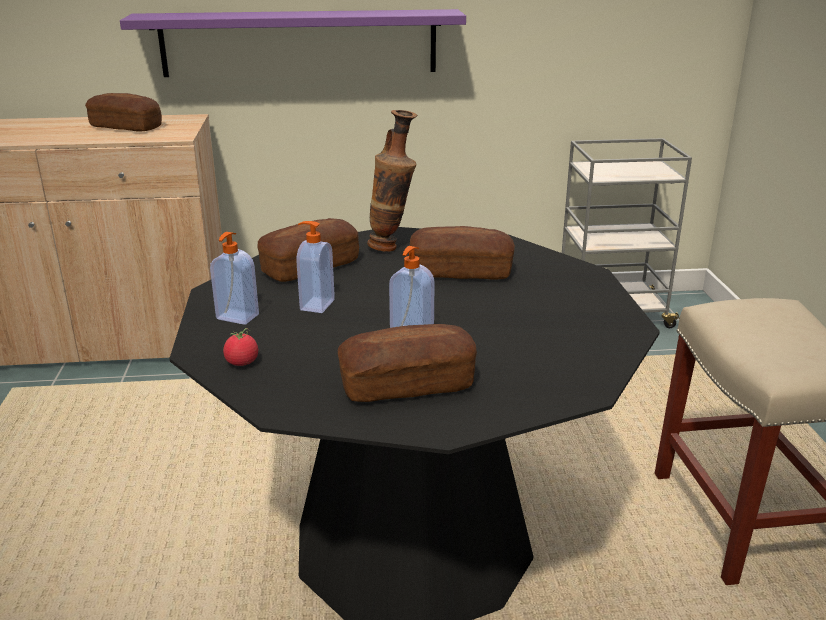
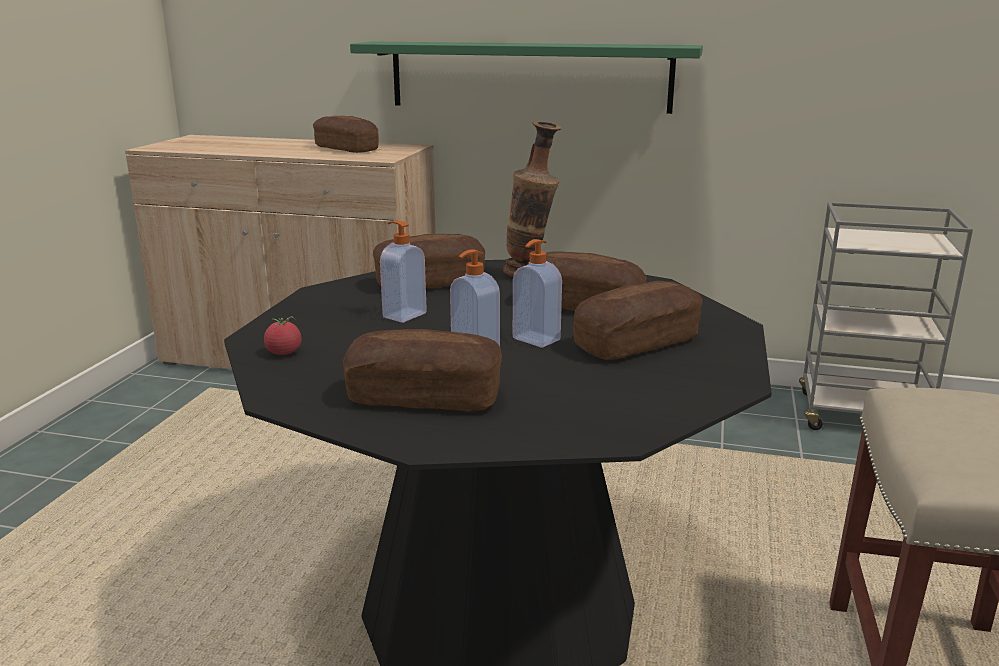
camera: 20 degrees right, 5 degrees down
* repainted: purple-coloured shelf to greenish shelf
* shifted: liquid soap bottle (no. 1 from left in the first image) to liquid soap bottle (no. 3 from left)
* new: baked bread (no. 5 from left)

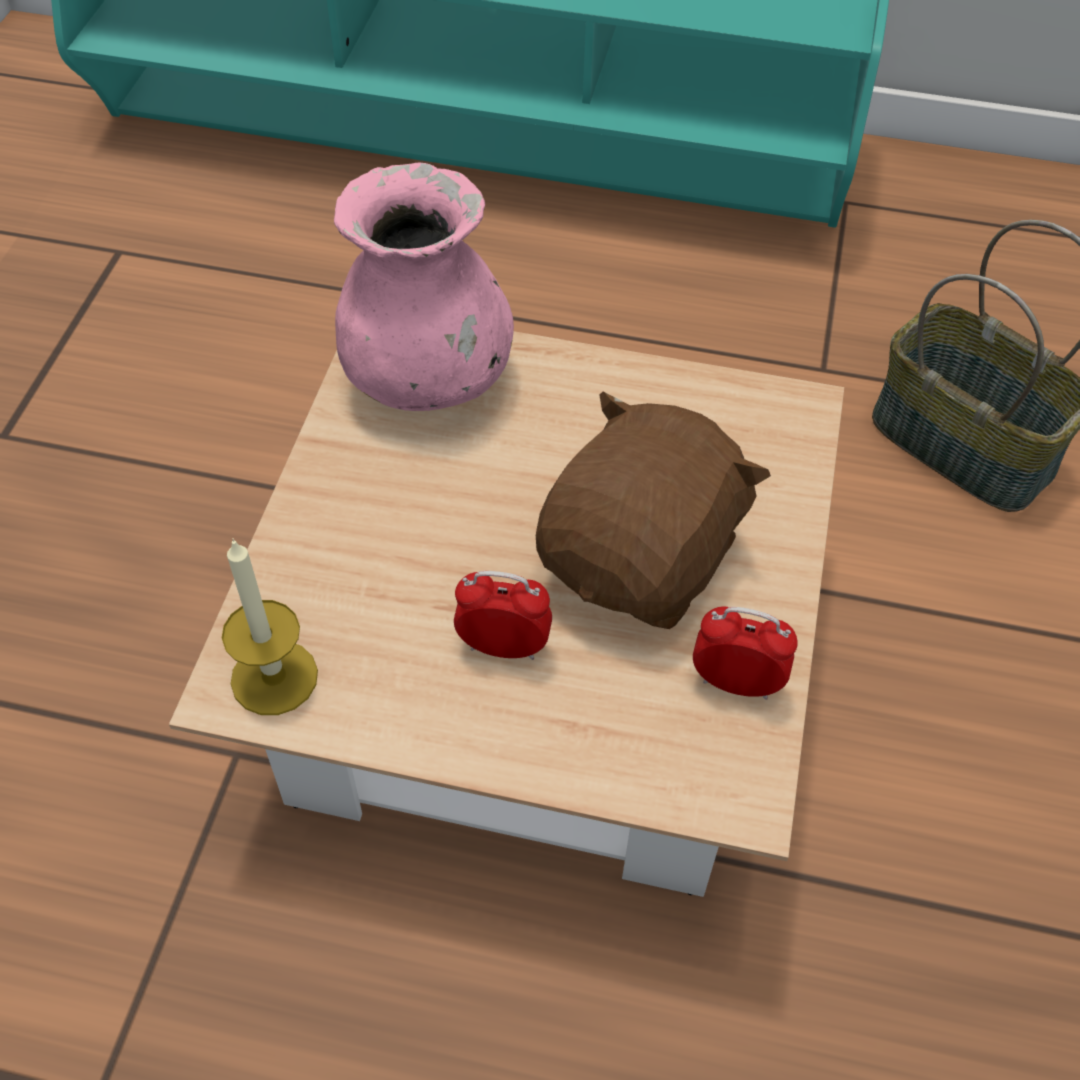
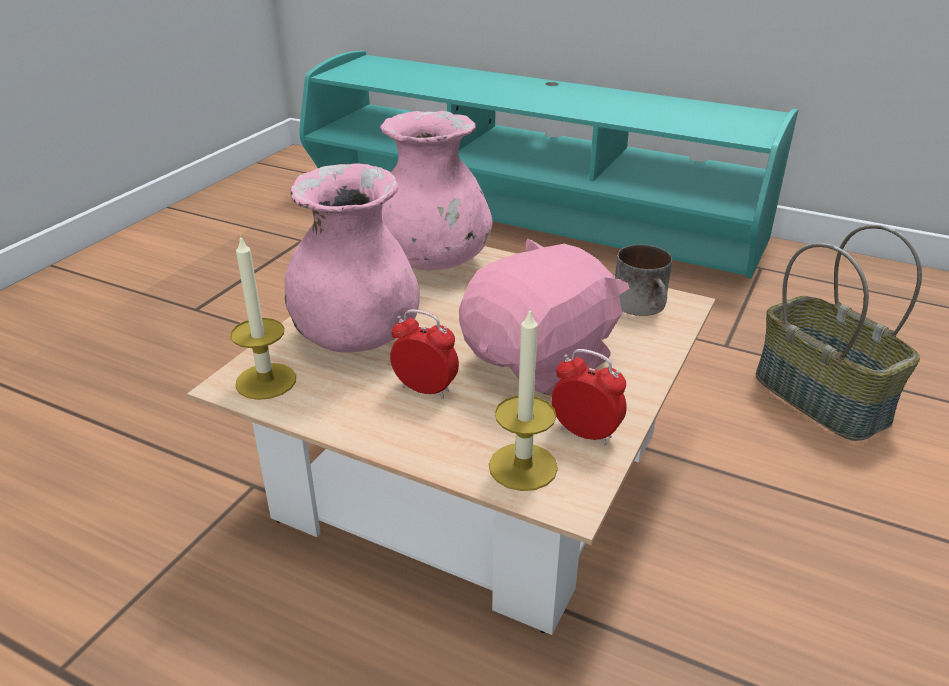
camera: 15 degrees right, 20 degrees down
* repainted: brown plush toy to pinkish plush toy
* new: pinkish flower vase (no. 1 from left)
* new: candle (no. 2 from left)
* new: coffee mug

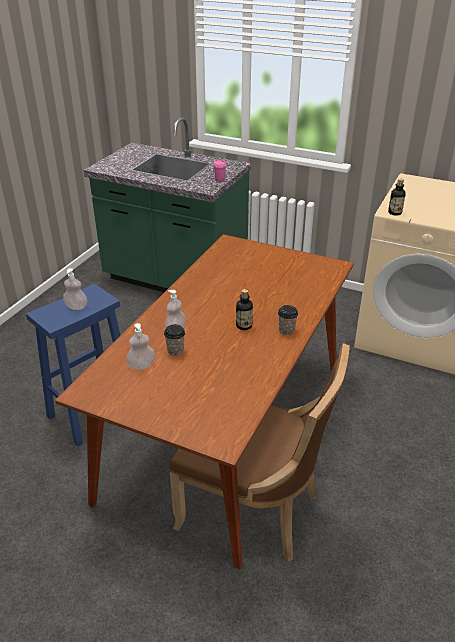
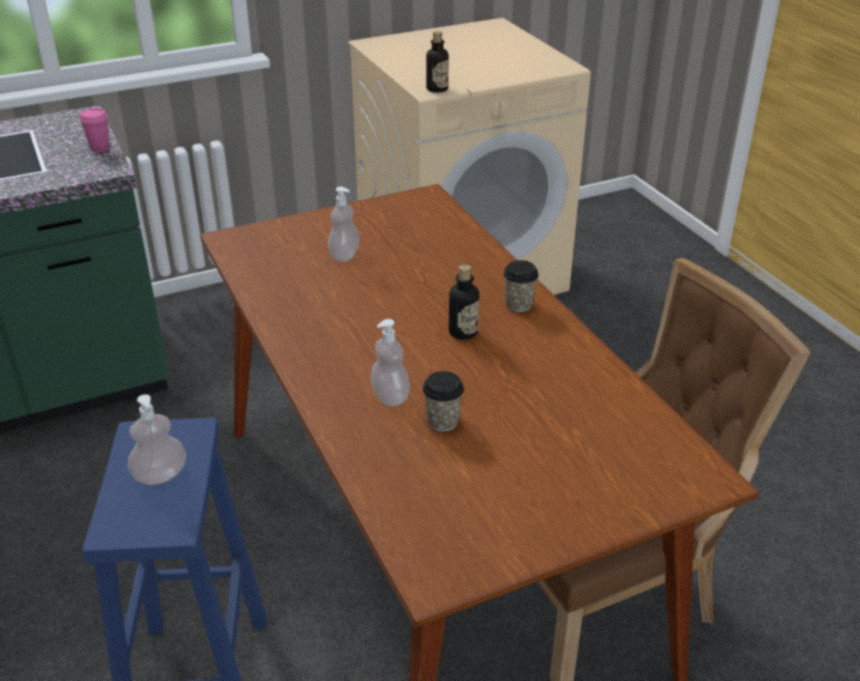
camera: 50 degrees left, 0 degrees up
* shifted: liquid soap bottle (no. 2 from left)

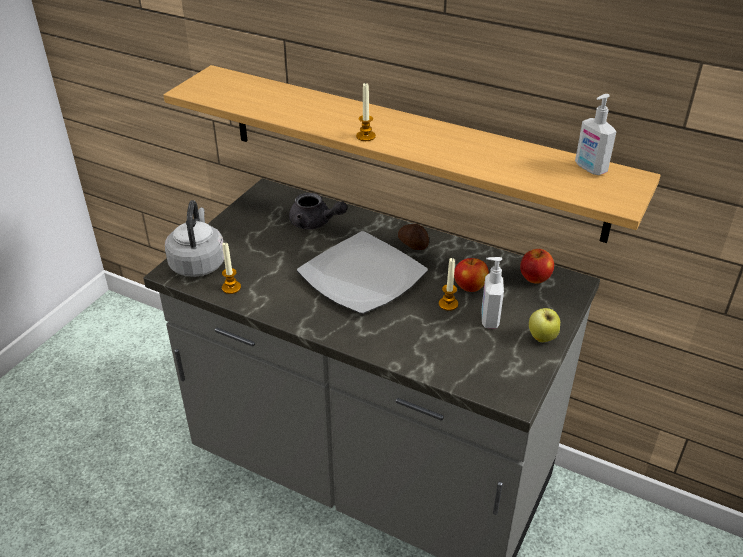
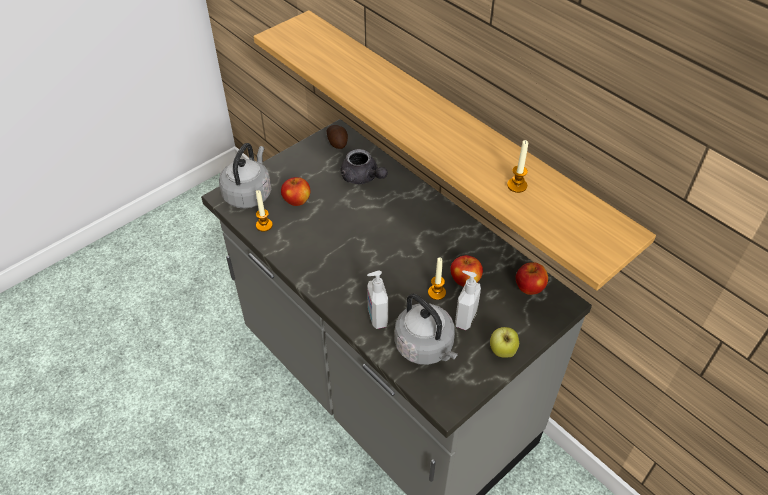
camera: 20 degrees right, 10 degrees up
* gone: dinner plate
* shifted: candle (no. 2 from left in the first image) to candle (no. 3 from left)
* shifted: spud
* shifted: liquid soap bottle (no. 2 from left in the first image) to liquid soap bottle (no. 1 from left)
* new: apple fruit (no. 1 from left)
* new: gray water kettle (no. 2 from left)

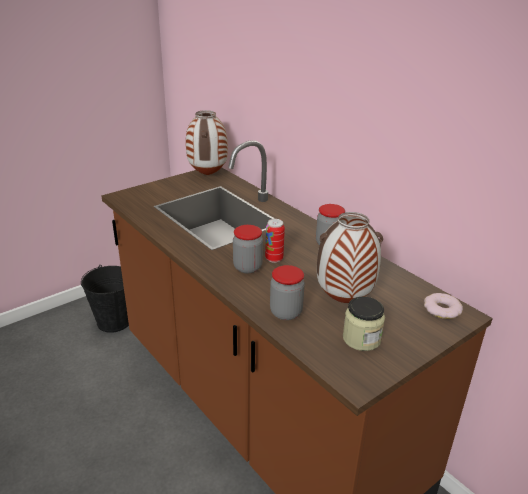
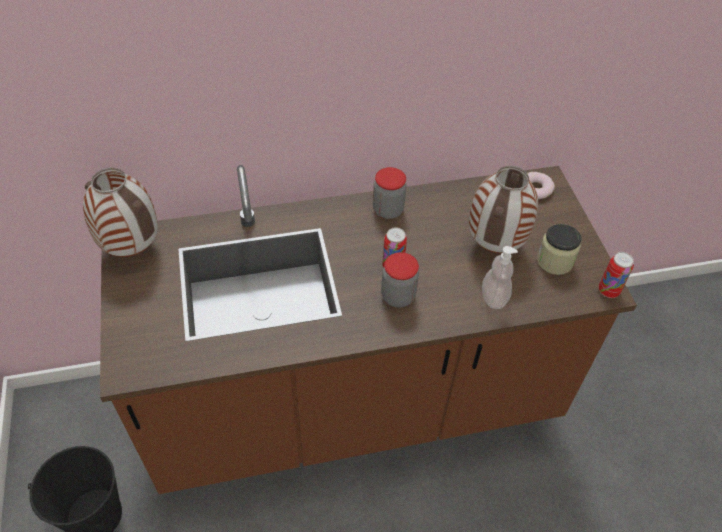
camera: 65 degrees left, 20 degrees up
* swapped: preserve jar (no. 2 from left) to liquid soap bottle
* new: can (no. 2 from left)

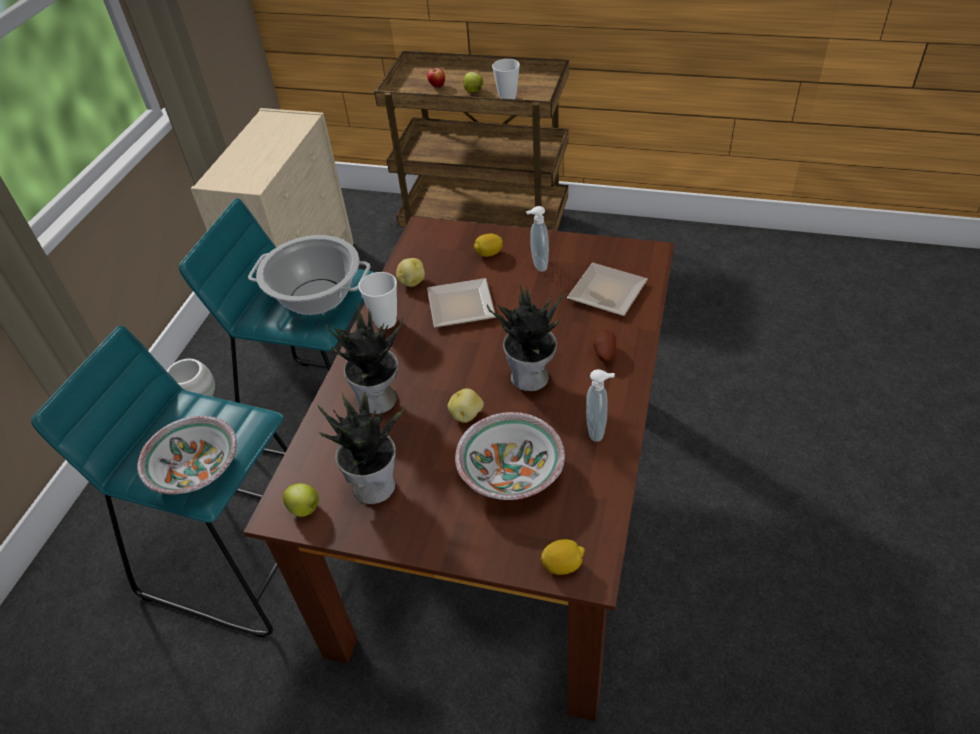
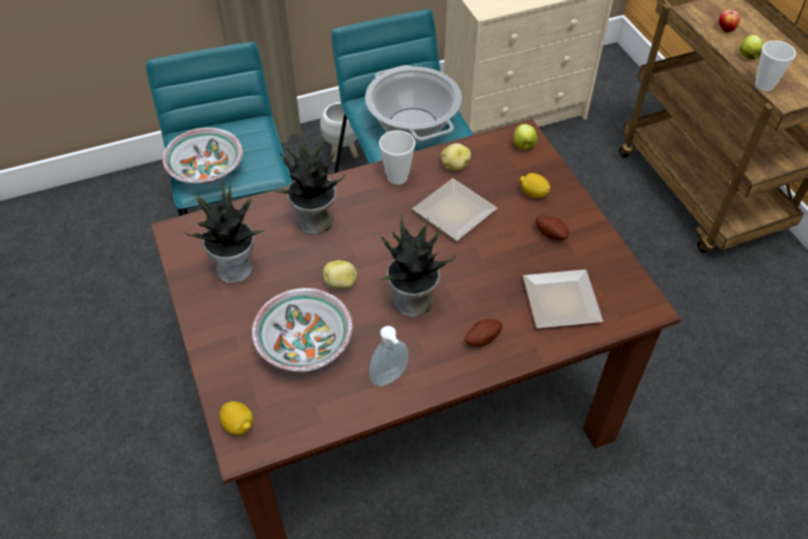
camera: 50 degrees right, 5 degrees up
* shifted: apple fruit (no. 1 from left)
* swapped: liquid soap bottle (no. 1 from left) to spud (no. 4 from left)

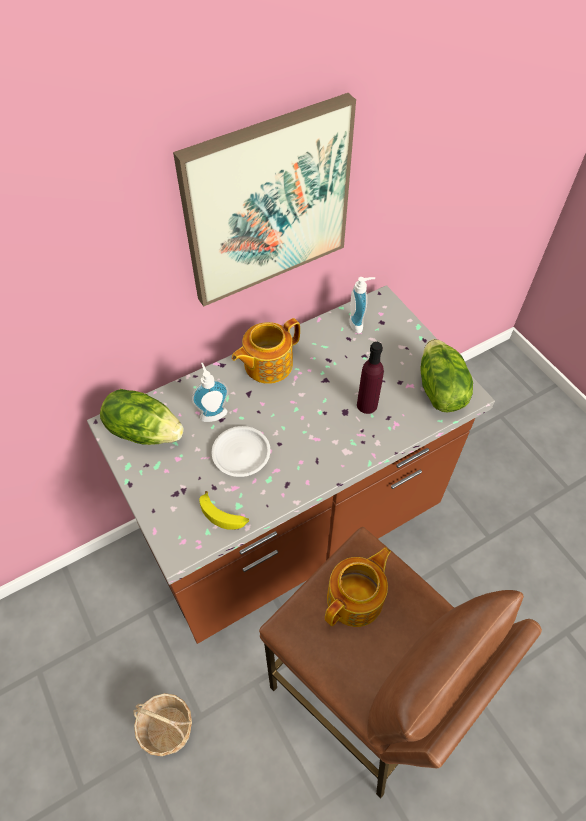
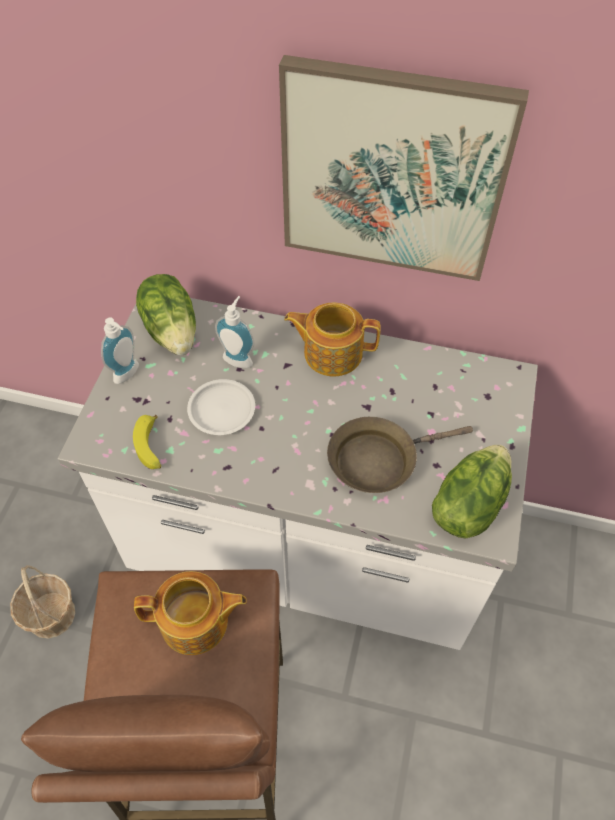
camera: 45 degrees right, 0 degrees up
* repainted: brown kitchen counter to white kitchen counter
* shifted: liquid soap bottle (no. 2 from left in the first image) to liquid soap bottle (no. 1 from left)
* swapped: purple-coloured bottle to brown pan

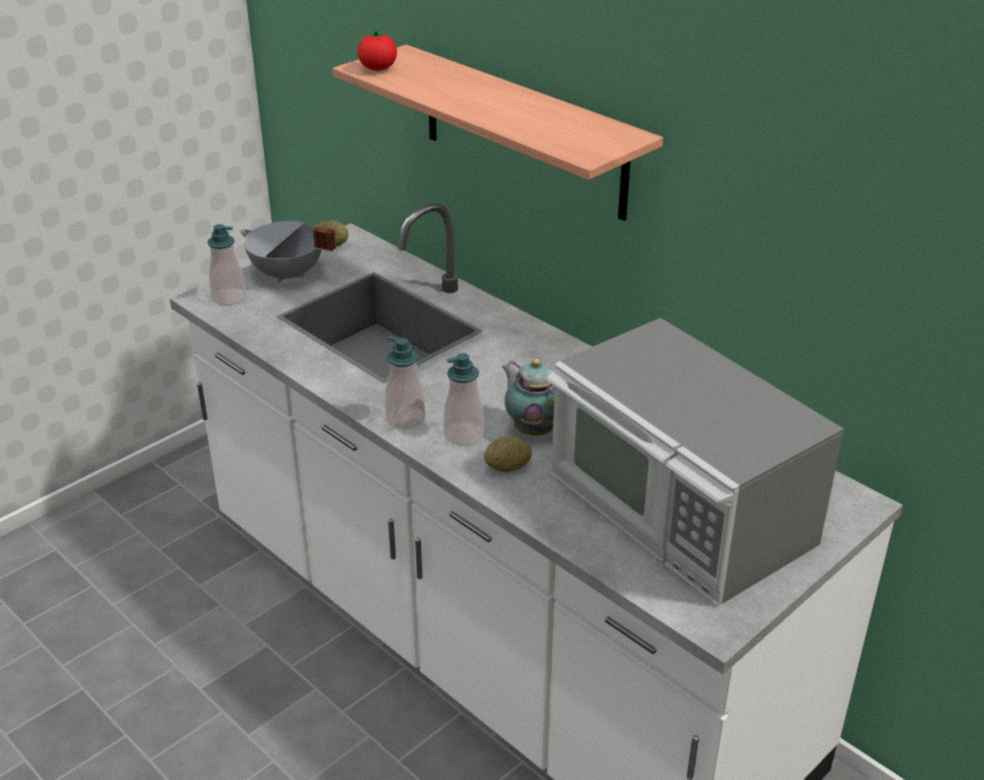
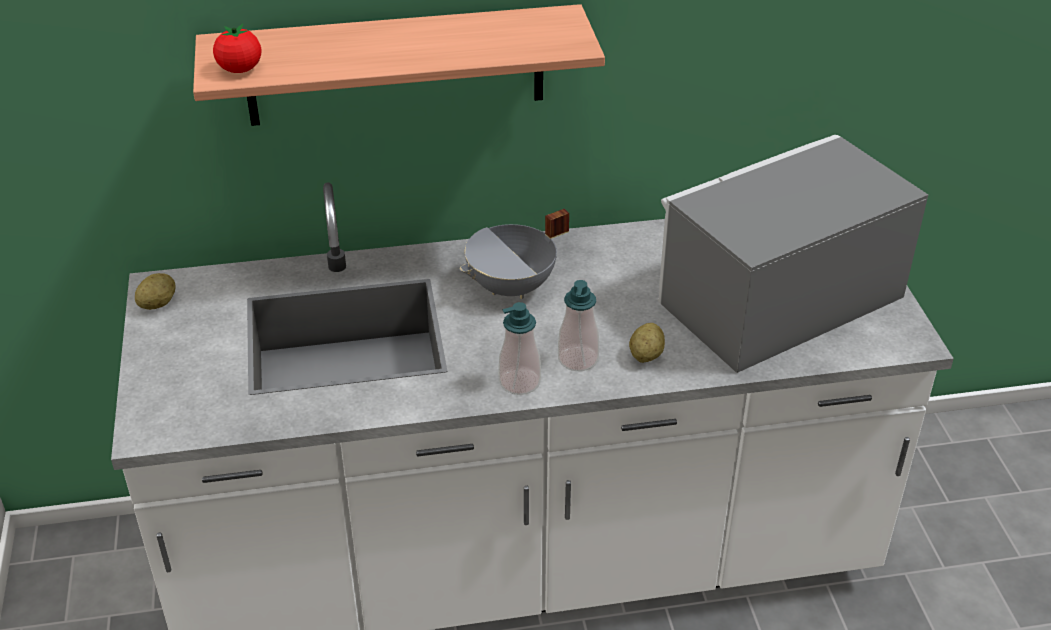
camera: 55 degrees left, 5 degrees up
* gone: liquid soap bottle (no. 1 from left)
* shifted: gray saucepot
* gone: tea pot
* rotated: kitchen microwave 150 degrees clockwise

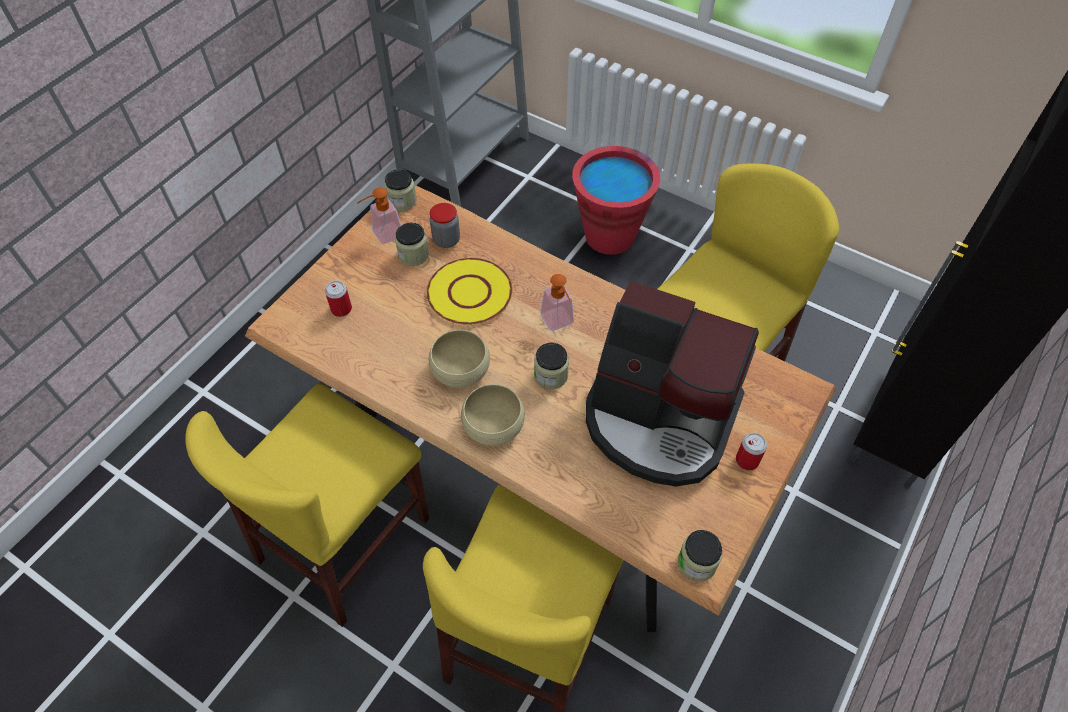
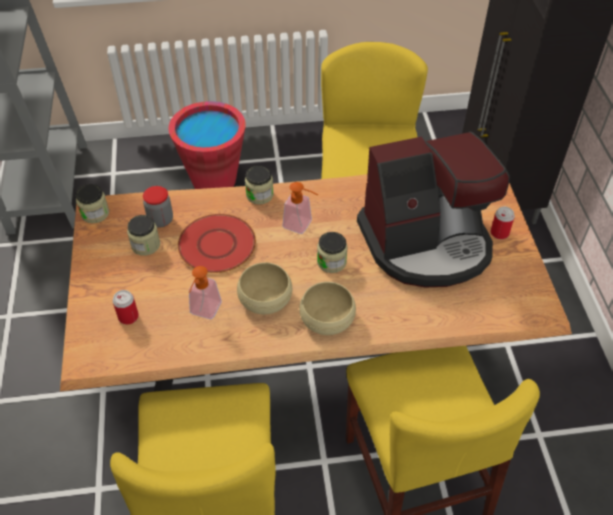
camera: 40 degrees left, 5 degrees down
* shifted: liquid soap bottle (no. 1 from left)
* repainted: yellowish dinner plate to reddish dinner plate
* shifted: preserve jar (no. 5 from left in the first image) to preserve jar (no. 4 from left)

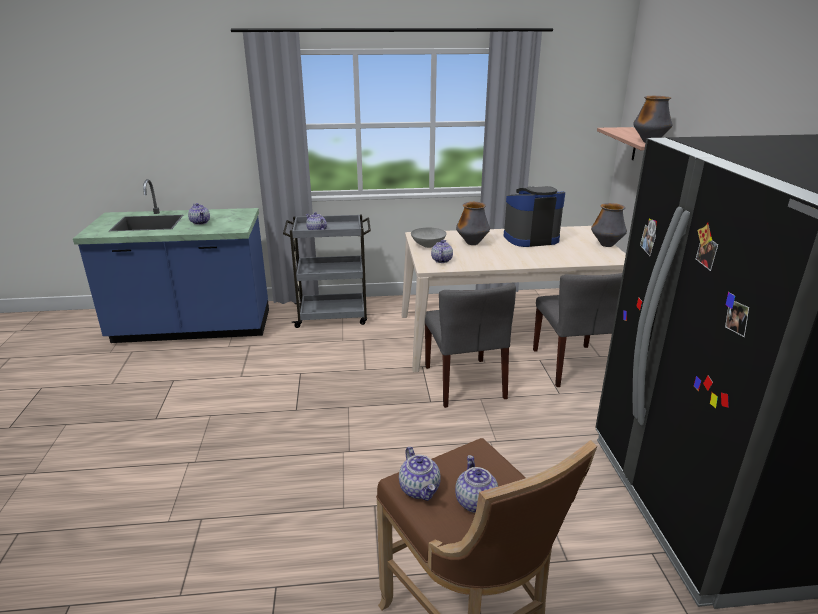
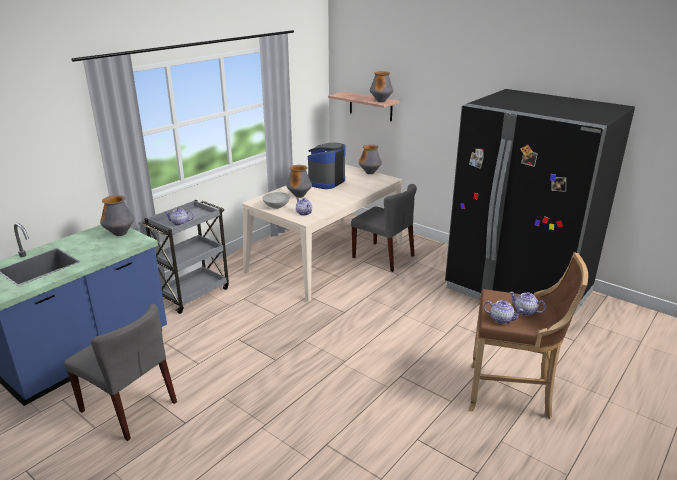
camera: 45 degrees left, 0 degrees up
* gone: tea pot (no. 1 from left)
* shifted: gray upright chair (no. 1 from left)
* new: flower vase (no. 1 from left)

